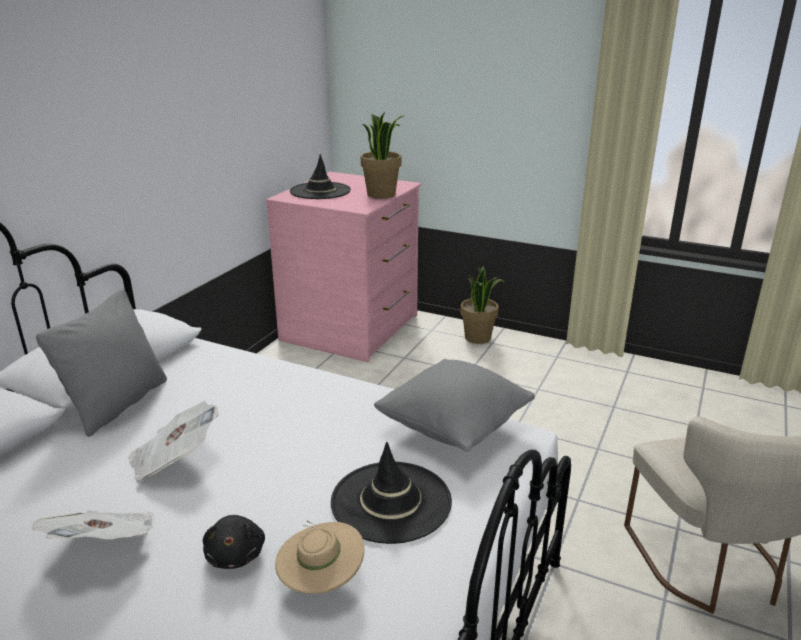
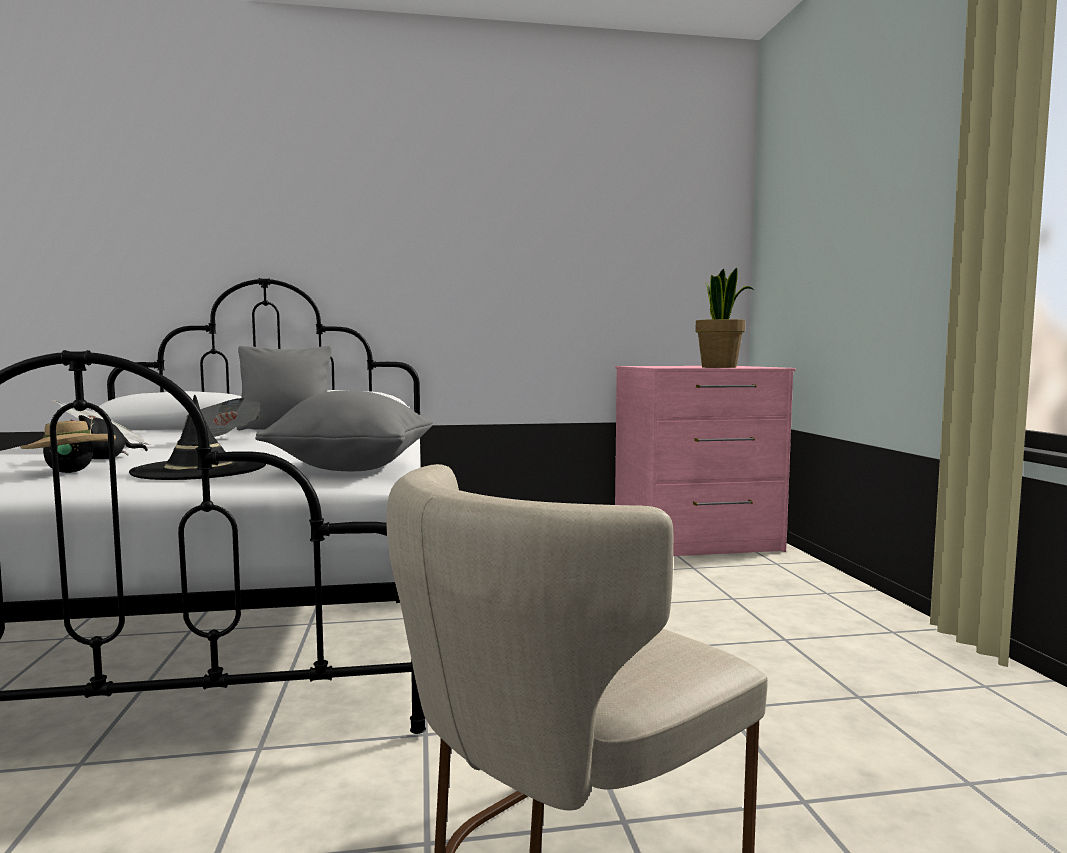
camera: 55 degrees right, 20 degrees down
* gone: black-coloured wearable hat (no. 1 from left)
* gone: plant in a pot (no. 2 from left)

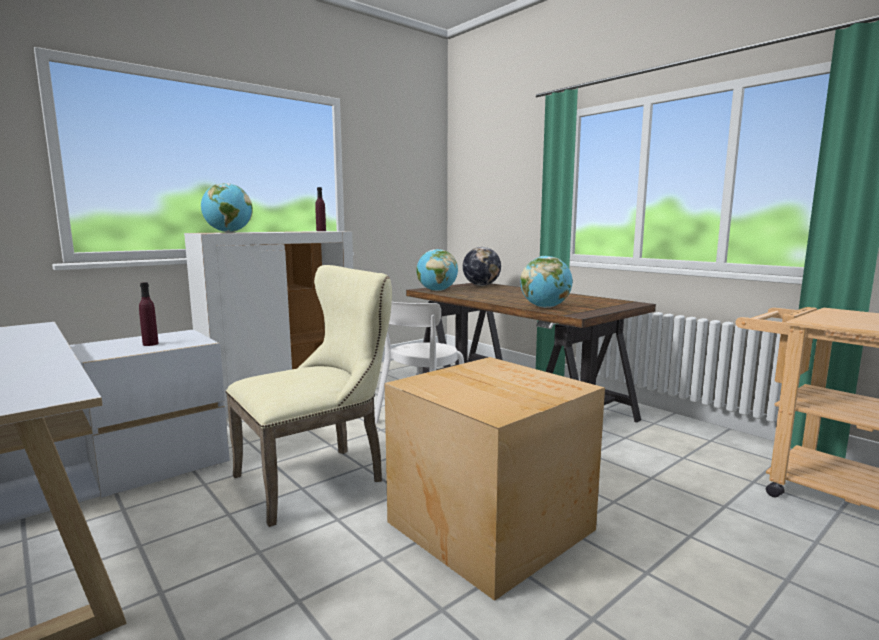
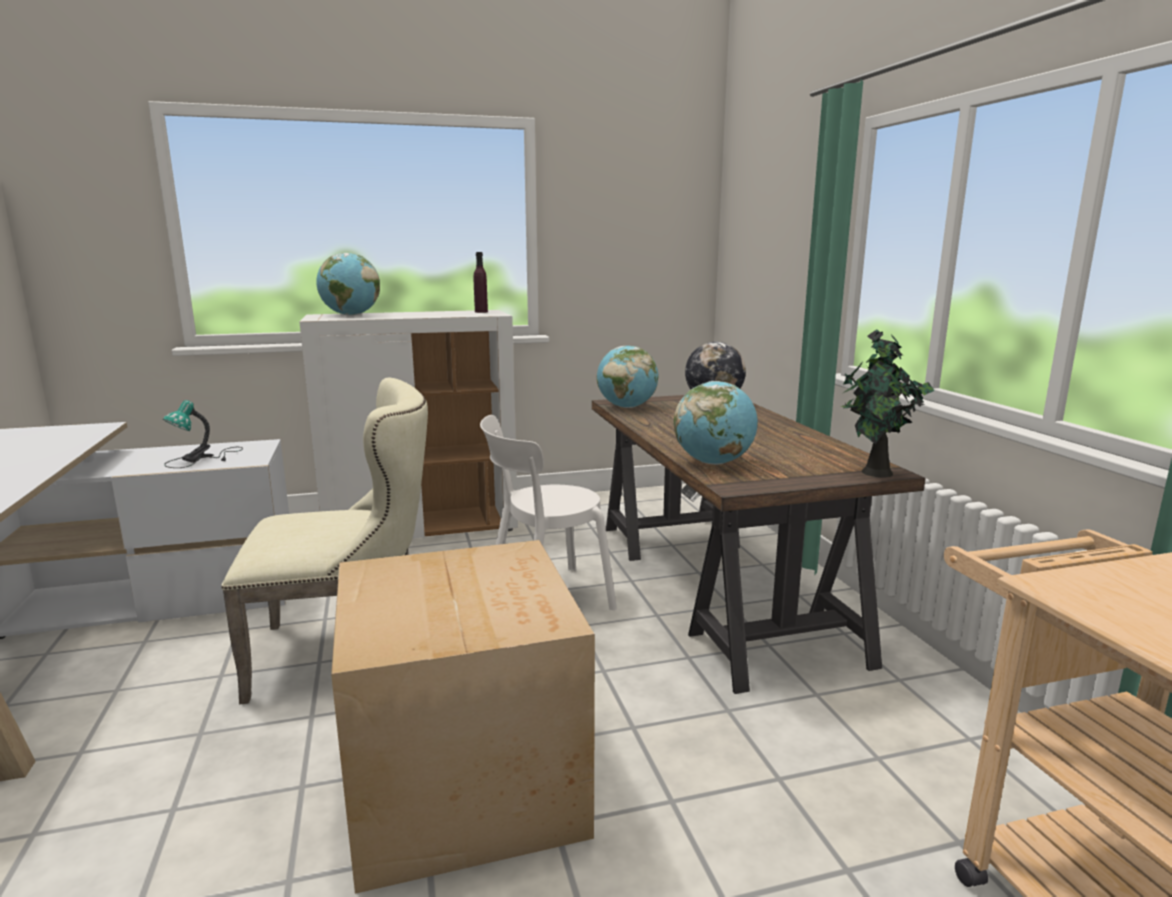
camera: 25 degrees right, 5 degrees up
* swapped: purple-coloured bottle (no. 1 from left) to lamp for a table
* new: plant in a pot

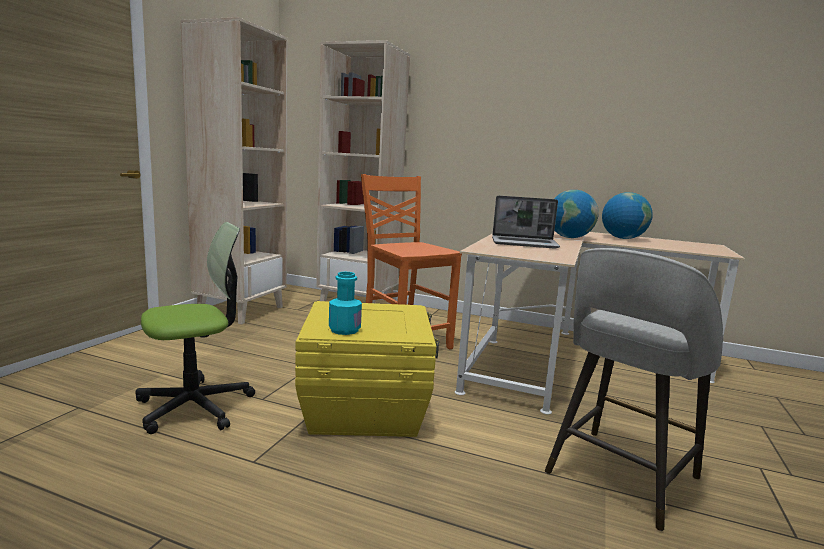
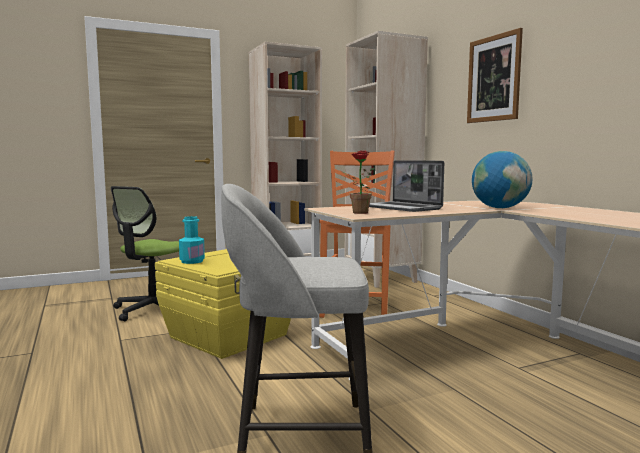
camera: 45 degrees right, 5 degrees down
* rotated: desk chair 105 degrees clockwise
* gone: desk globe (no. 2 from left)
* new: plant in a pot
* new: wall picture

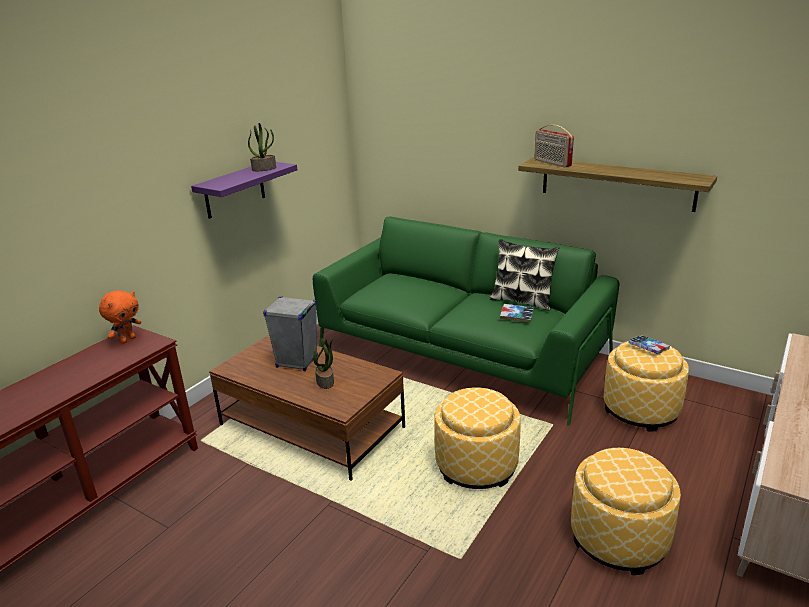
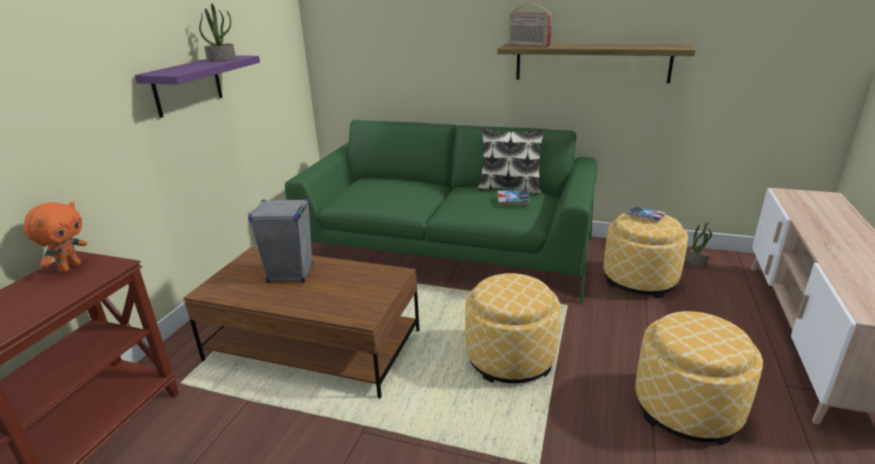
camera: 15 degrees left, 0 degrees up
* shifted: plant in a pot (no. 2 from left)

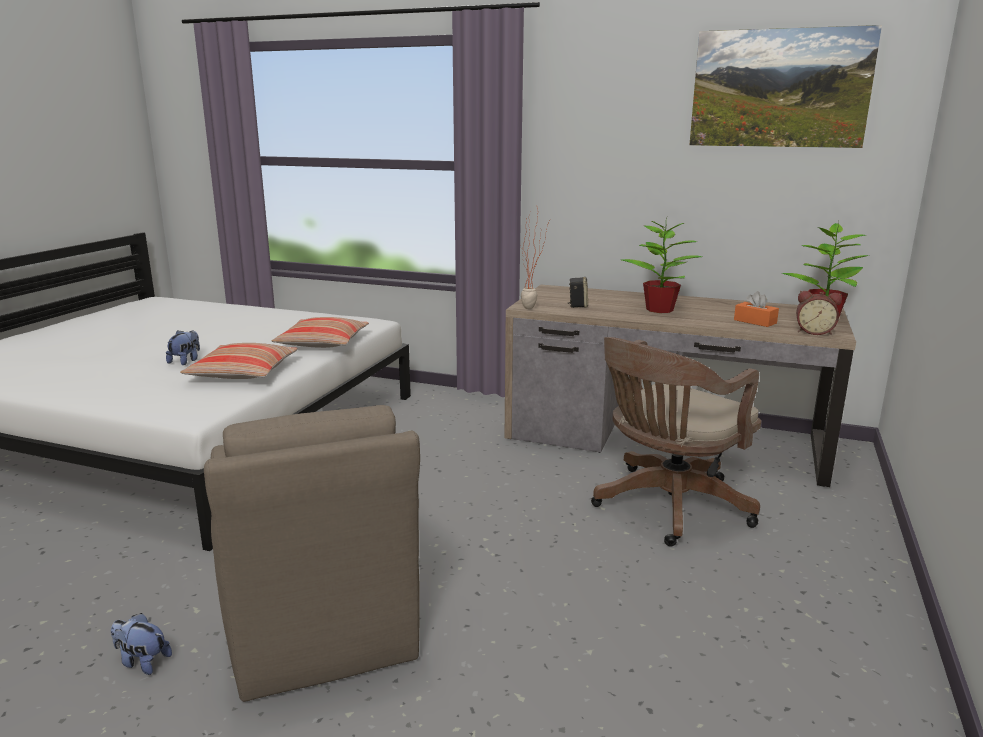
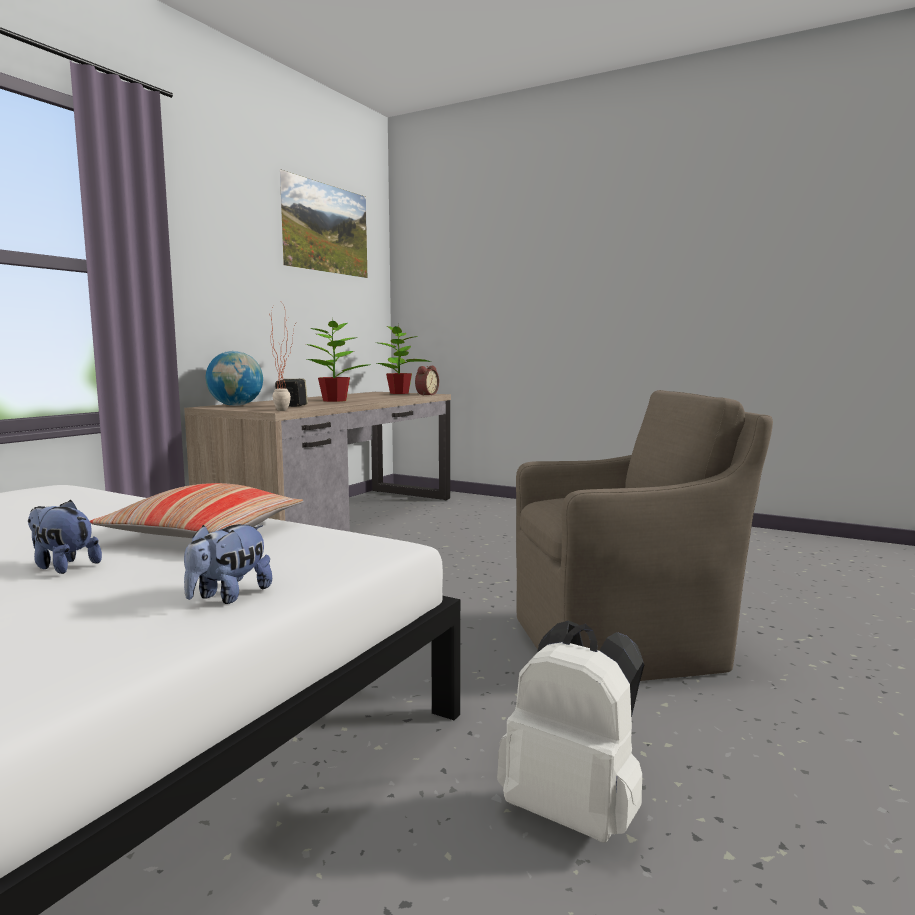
camera: 80 degrees left, 10 degrees down
* shifted: plush toy (no. 1 from left in the first image) to plush toy (no. 2 from left)
* gone: cushion (no. 2 from left)
* gone: brown desk chair
* gone: orange-coloured tissue box
* new: desk globe
* new: white rucksack

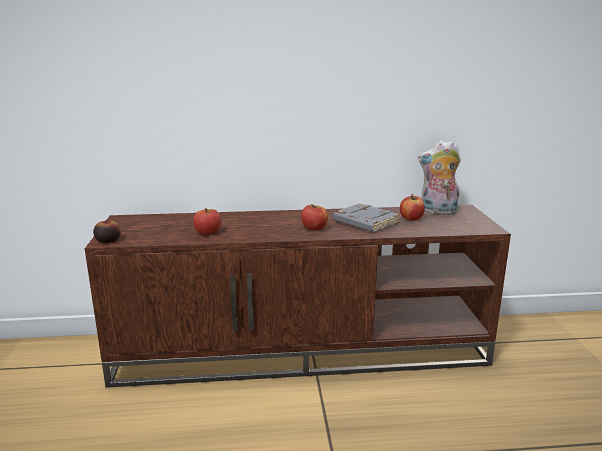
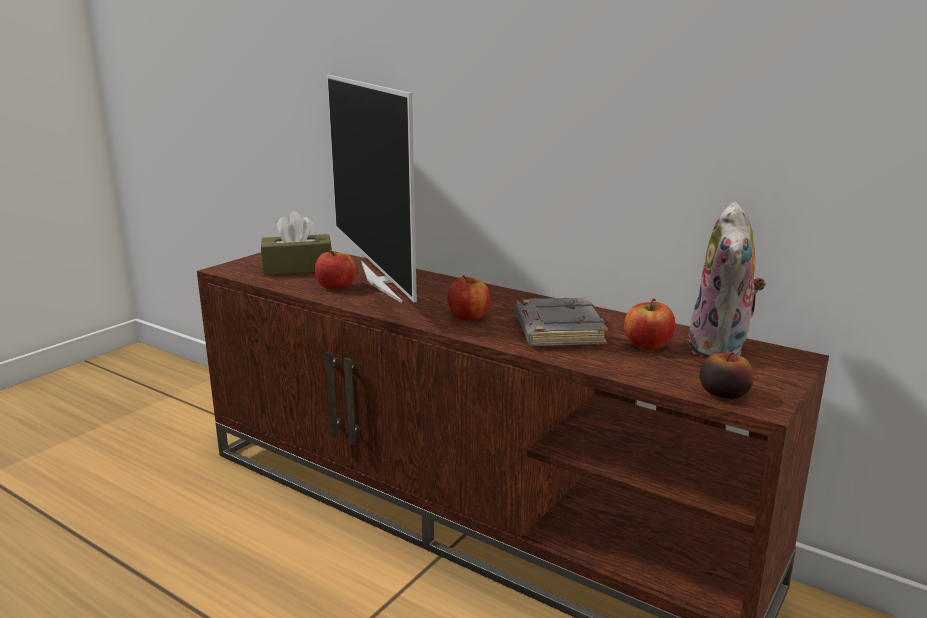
camera: 40 degrees right, 0 degrees up
* shifted: apple fruit (no. 1 from left in the first image) to apple fruit (no. 4 from left)
* rotated: plush toy 120 degrees counterclockwise
* new: brown tissue box
* new: TV

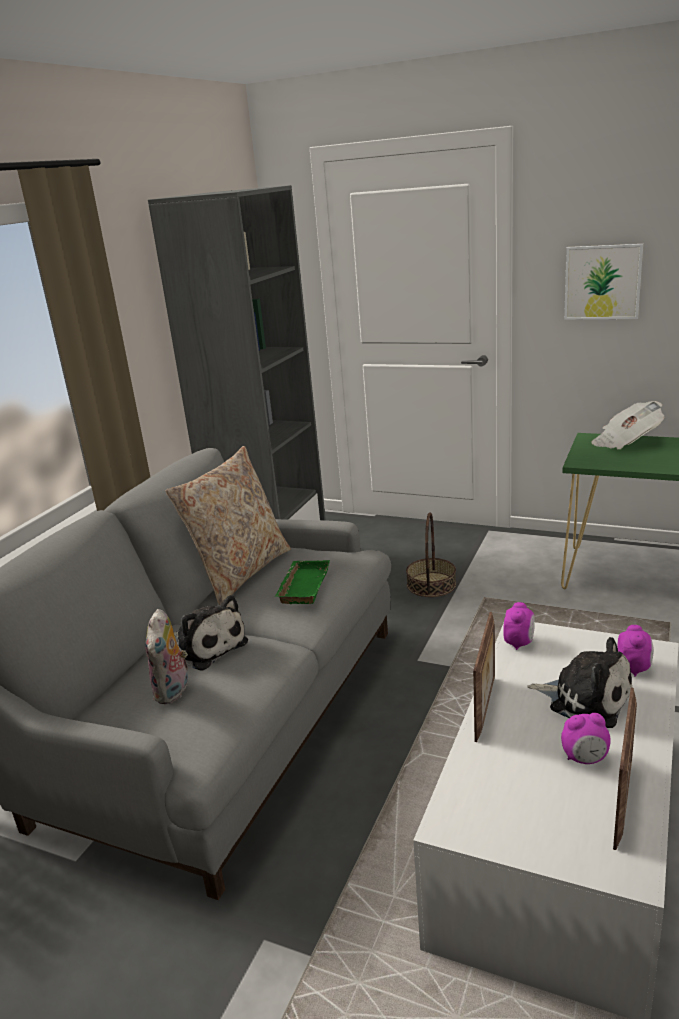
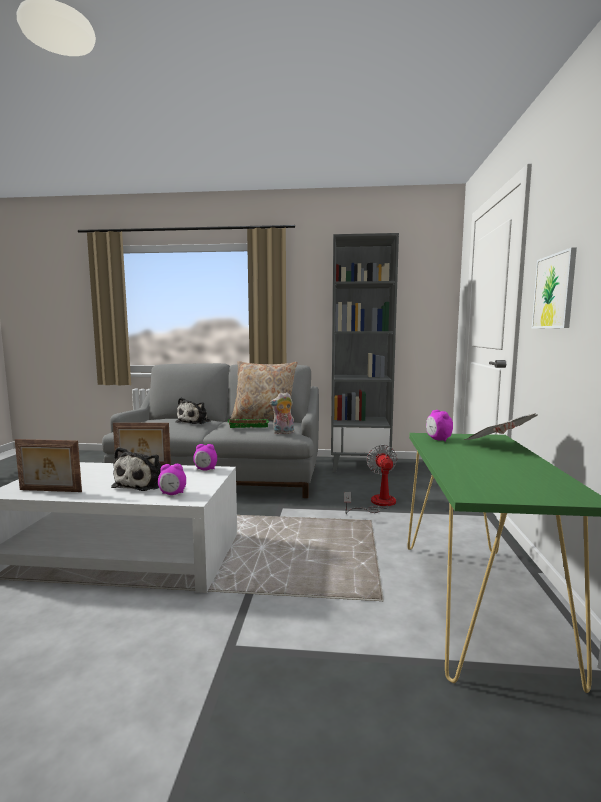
camera: 70 degrees right, 15 degrees down
* shifted: plush toy (no. 1 from left in the first image) to plush toy (no. 3 from left)
* swapped: household basket to fan
* shifted: table clock (no. 2 from left in the first image) to table clock (no. 3 from left)

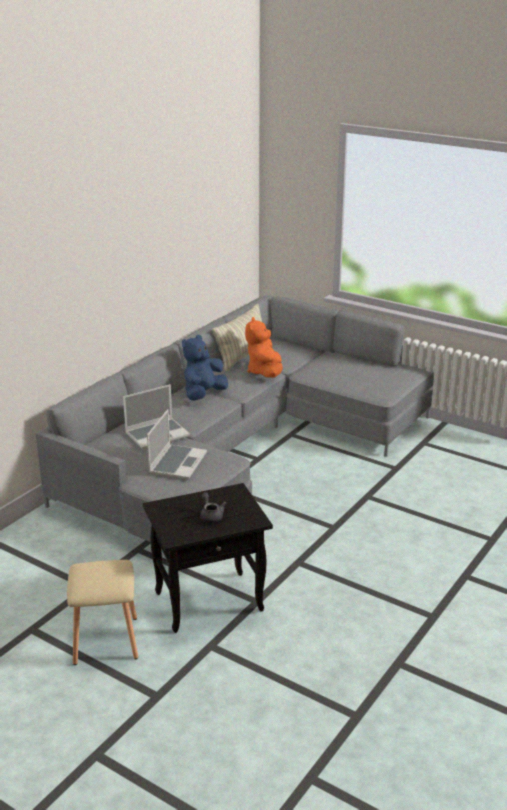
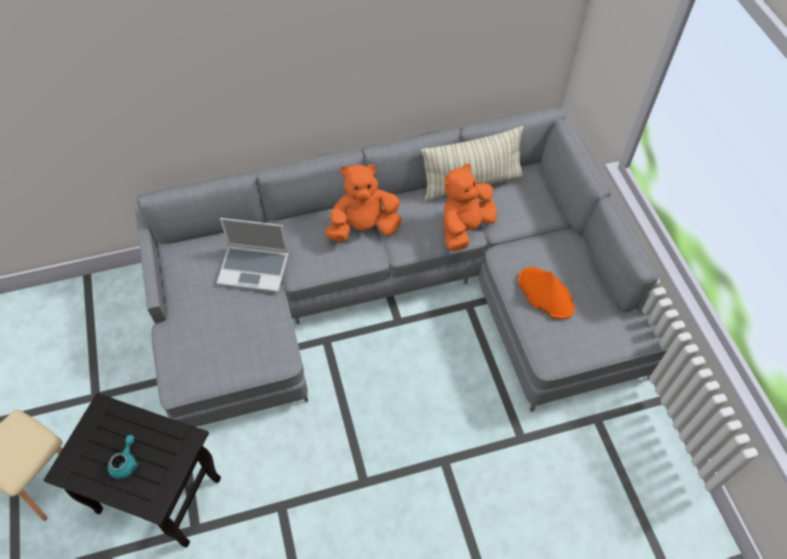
camera: 40 degrees right, 30 degrees up
* gone: notebook computer (no. 2 from left)
* repainted: blue plush toy to orange-coloured plush toy (no. 1 from left)
* repainted: gray tea pot to turquoise tea pot
* new: orange-coloured wearable hat

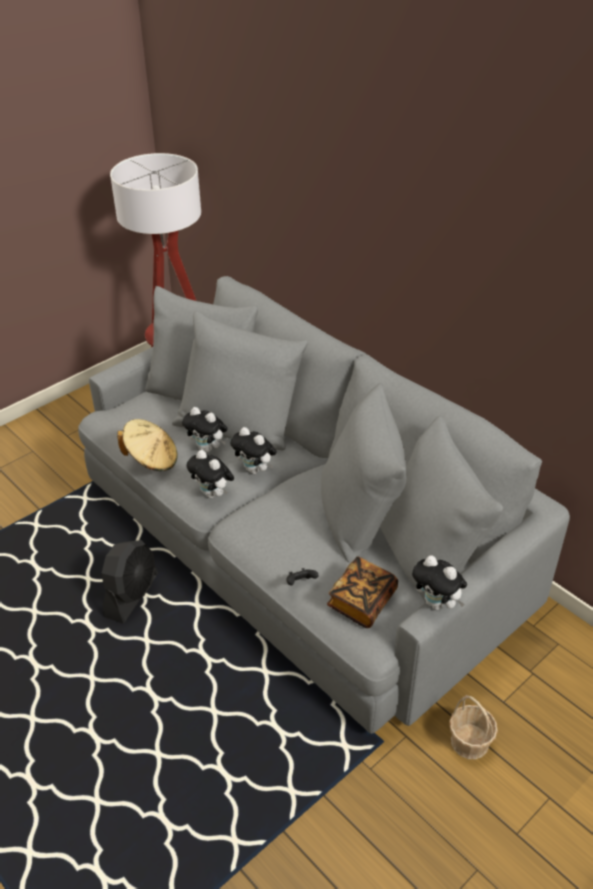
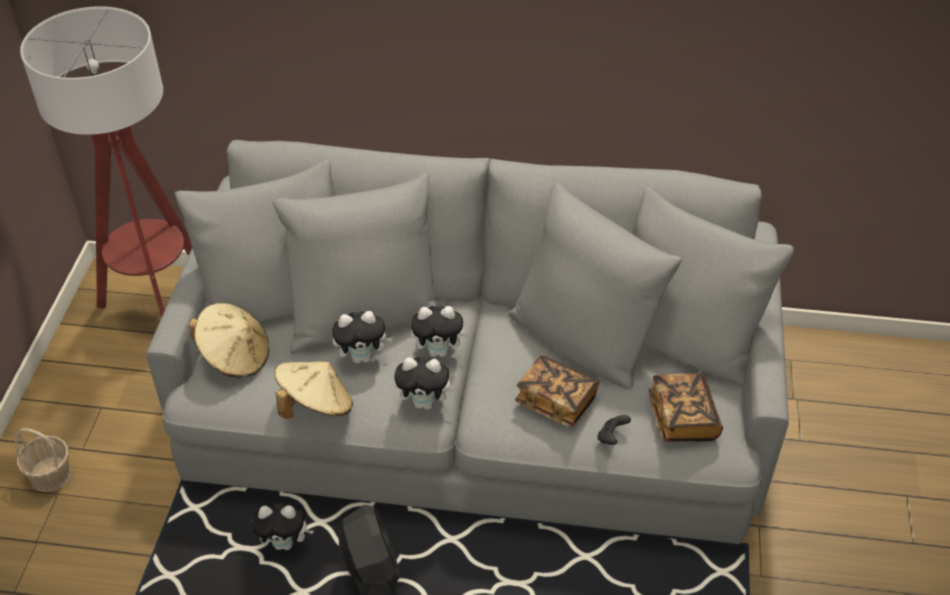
camera: 40 degrees left, 5 degrees up
* shifted: plush toy (no. 4 from left in the first image) to plush toy (no. 1 from left)
* shifted: household basket
* new: beige-coloured wearable hat (no. 1 from left)
* new: bound book (no. 1 from left)

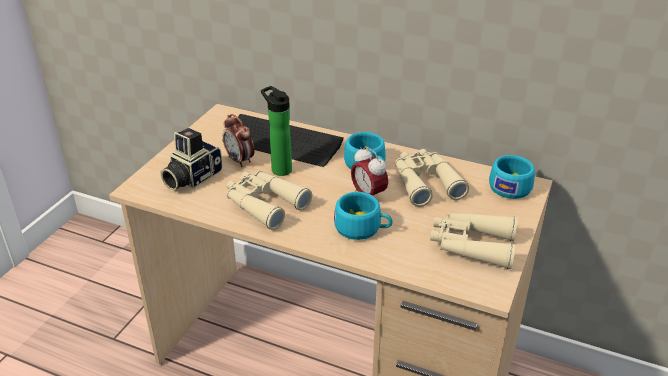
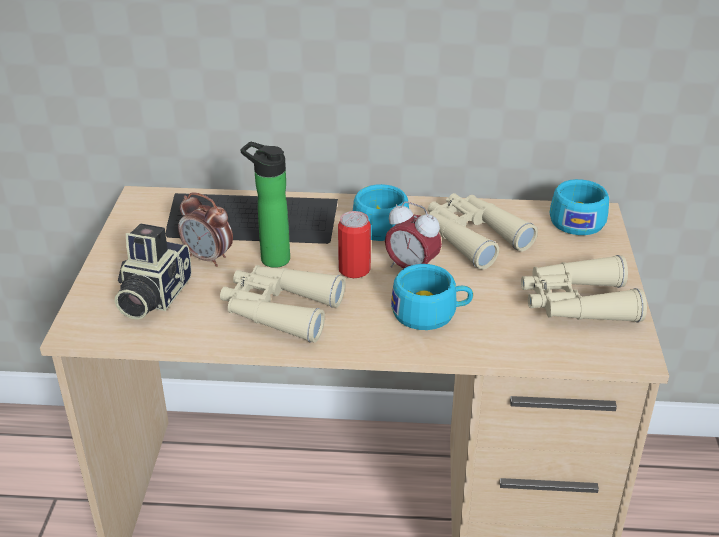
camera: 20 degrees left, 0 degrees up
* new: can

